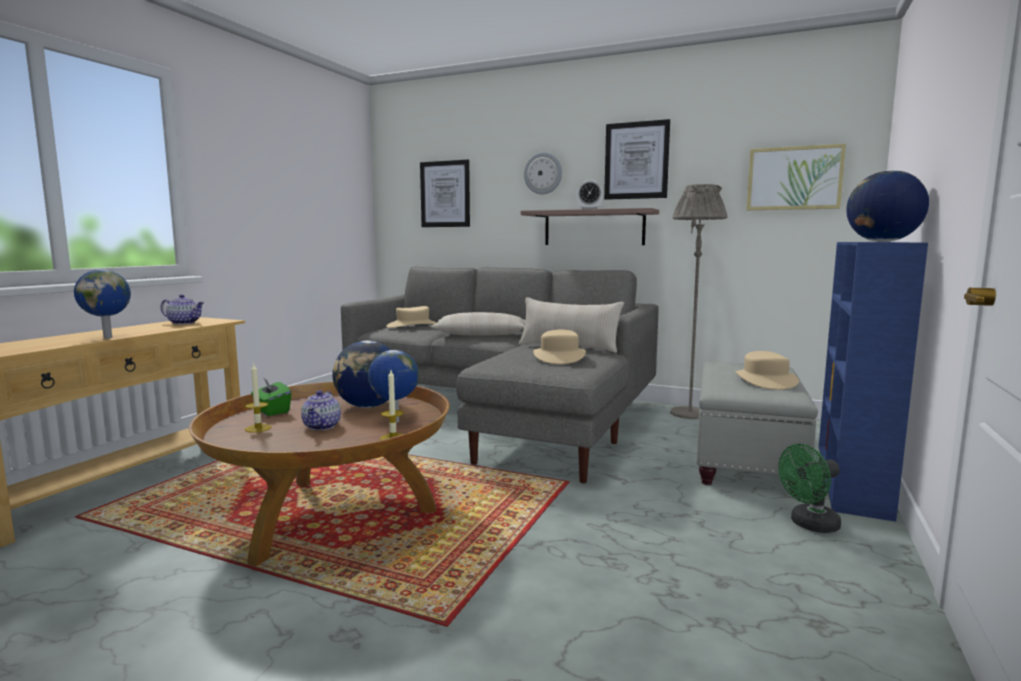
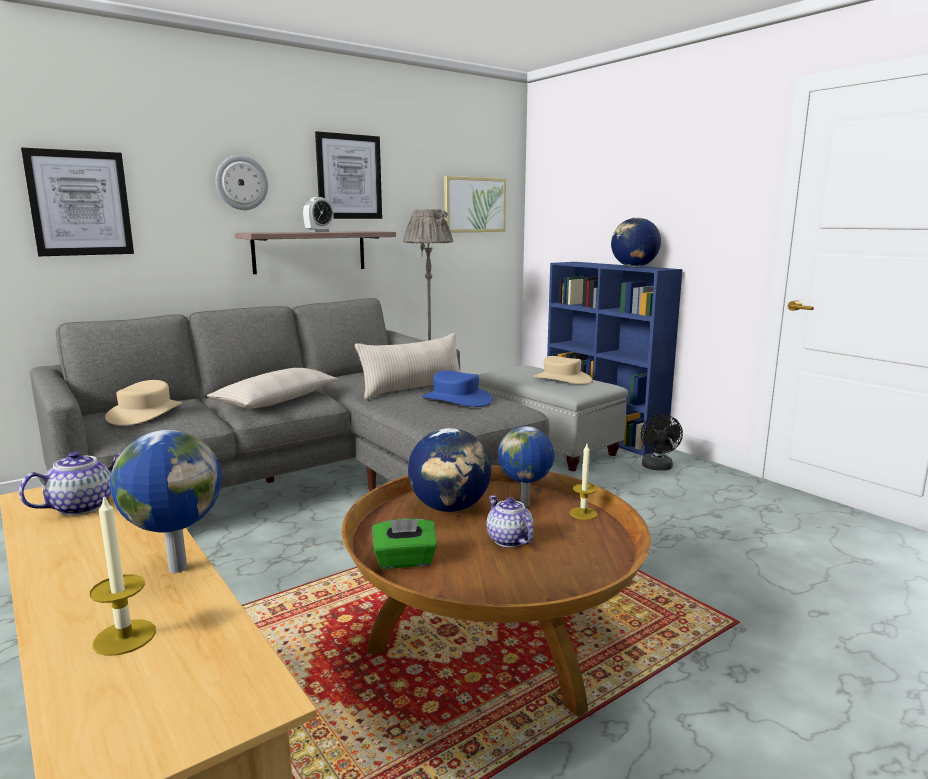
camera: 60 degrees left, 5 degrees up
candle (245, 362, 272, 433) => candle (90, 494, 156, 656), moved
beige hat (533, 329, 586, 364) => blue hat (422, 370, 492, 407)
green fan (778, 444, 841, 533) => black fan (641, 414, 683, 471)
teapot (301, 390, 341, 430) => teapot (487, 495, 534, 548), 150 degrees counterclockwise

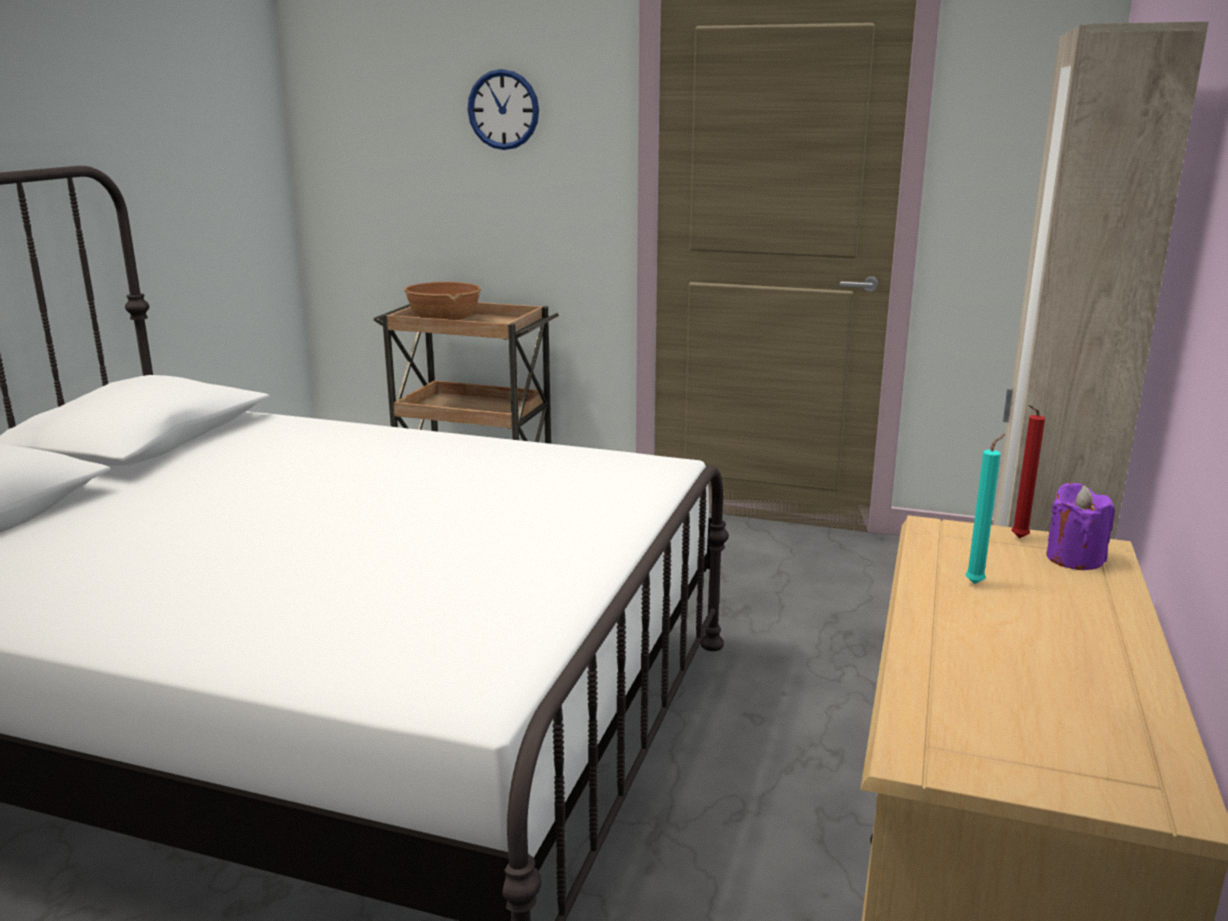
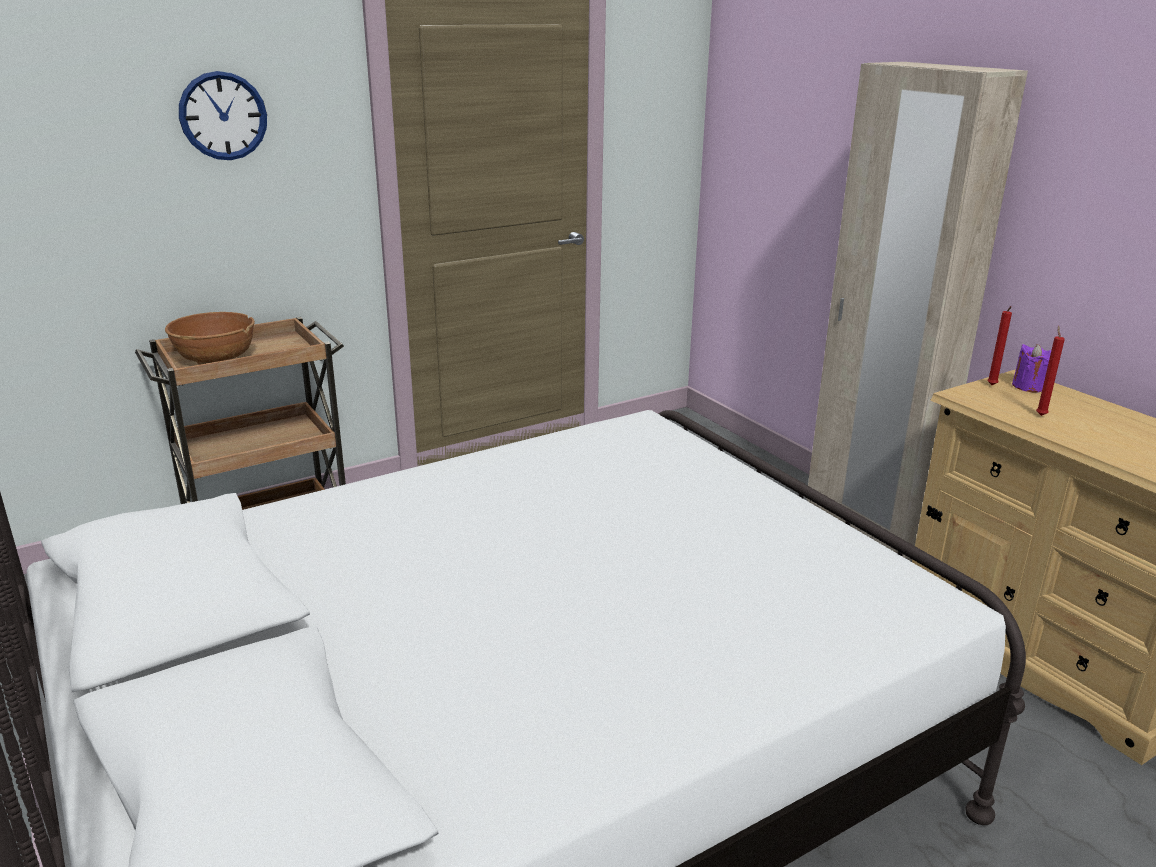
camera: 50 degrees left, 5 degrees up
turquoise candle (966, 434, 1005, 584) => red candle (1036, 326, 1065, 416)

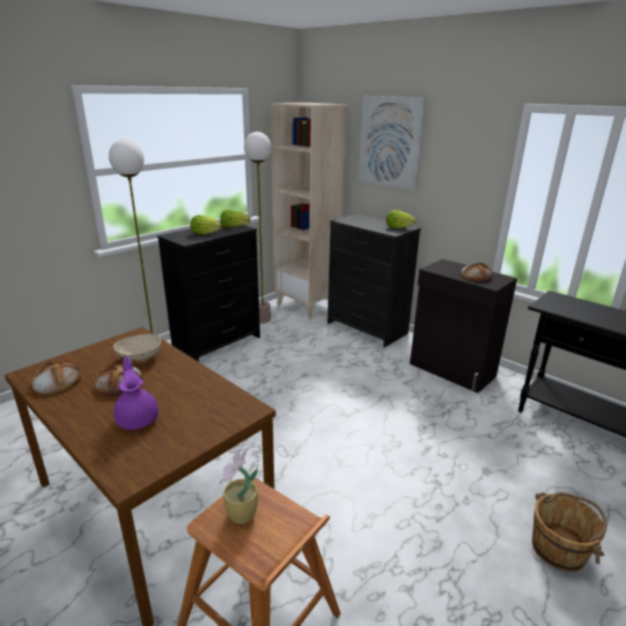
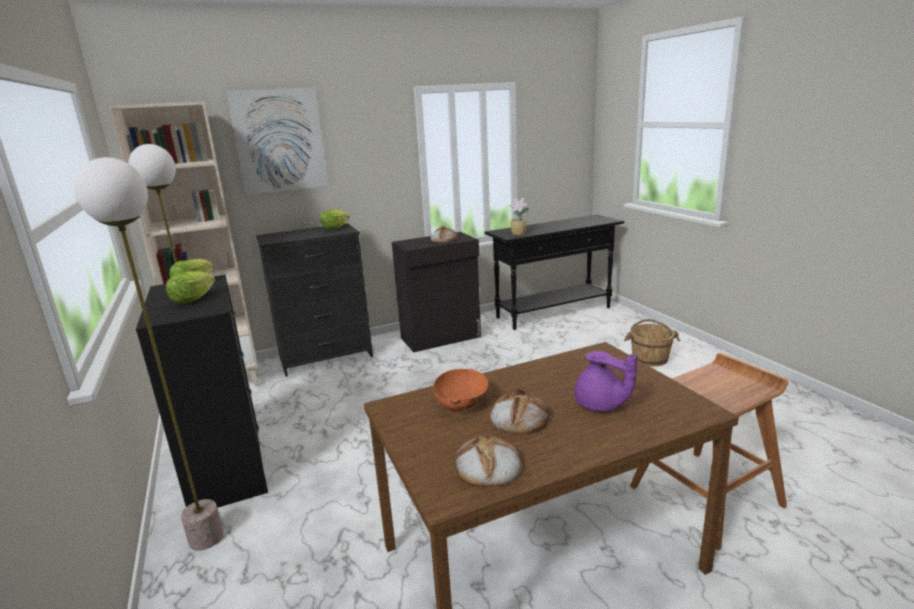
camera: 65 degrees left, 5 degrees down
potted plant (219, 447, 258, 524) => potted plant (509, 198, 529, 236), moved
beige bowl (113, 334, 161, 361) => orange bowl (433, 369, 488, 411)
purple teapot (114, 357, 159, 430) => purple teapot (575, 351, 637, 411), 135 degrees counterclockwise

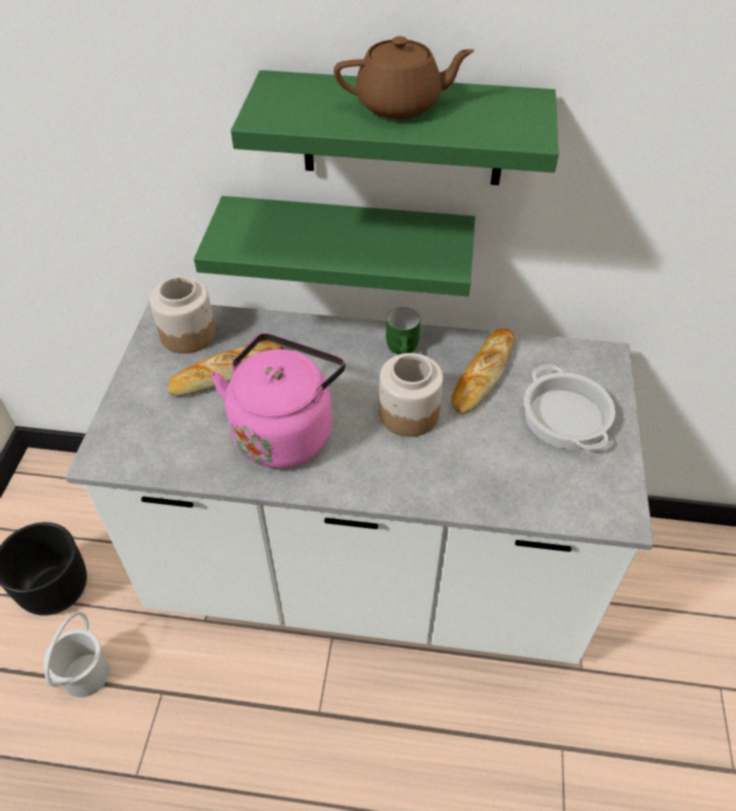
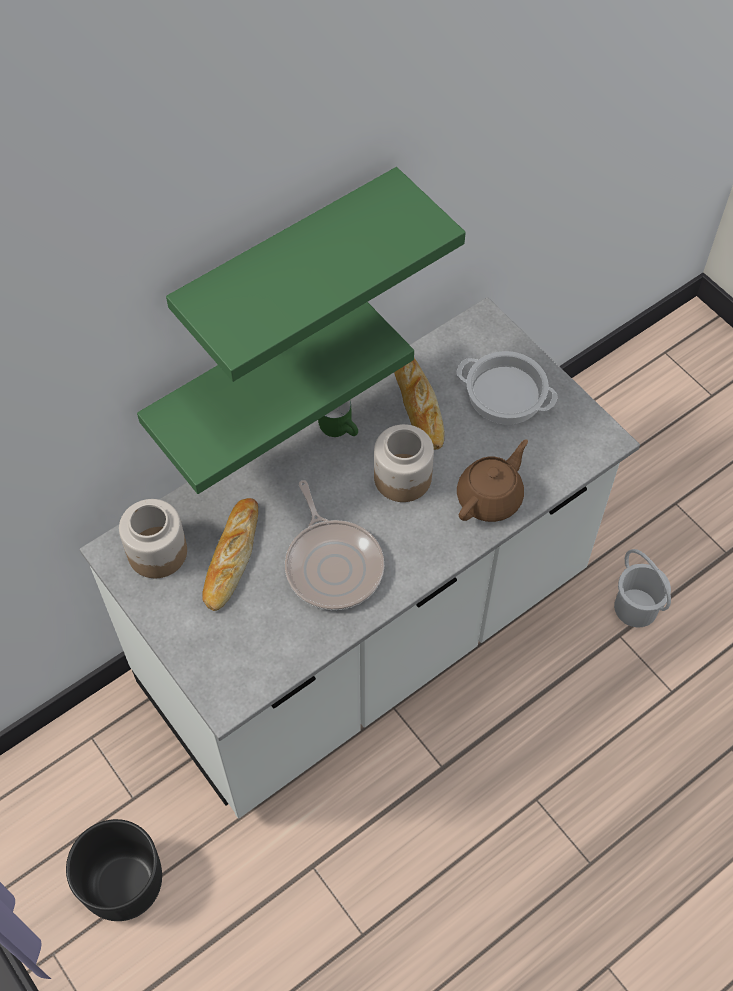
camera: 45 degrees left, 10 degrees up
white bucket (44, 612, 109, 698) => white bucket (614, 549, 671, 628), moved
brown teapot (334, 36, 475, 119) => brown teapot (457, 439, 528, 522), moved
pink kettle (211, 333, 345, 468) => frying pan (285, 480, 384, 610)

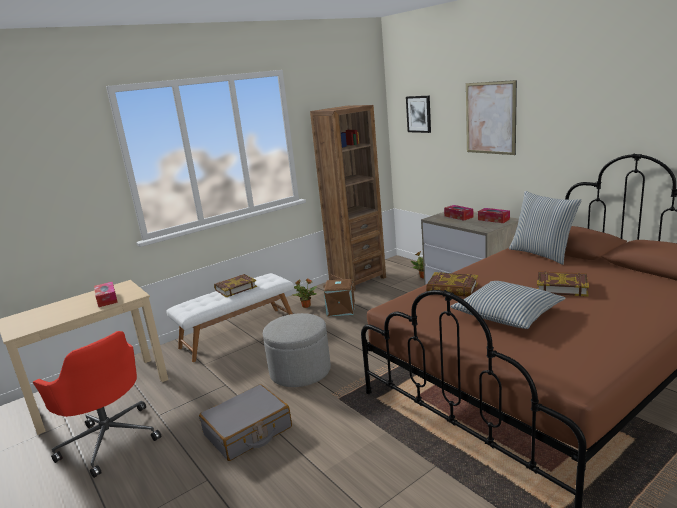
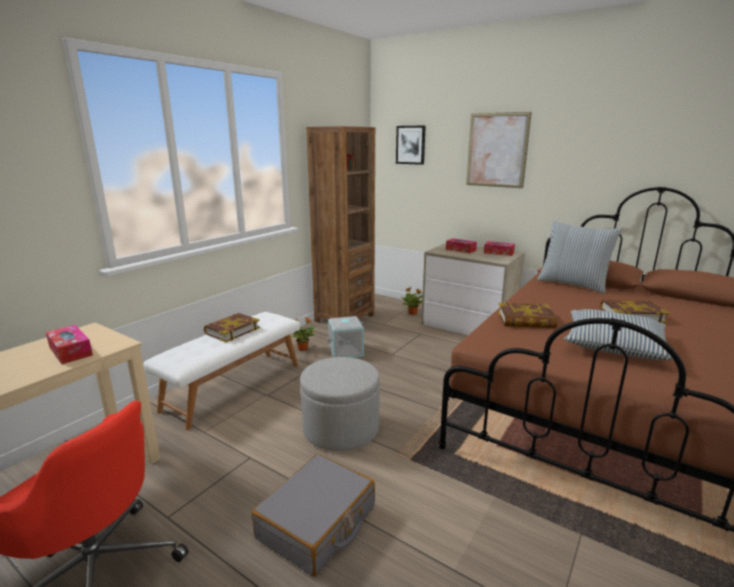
camera: 20 degrees left, 0 degrees up
brown storage box (323, 279, 355, 316) => grey storage box (328, 316, 364, 357)

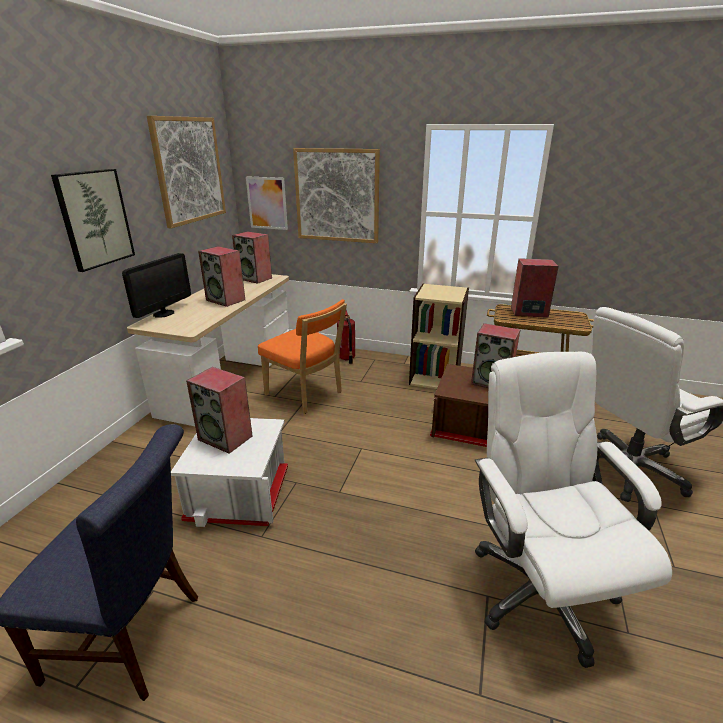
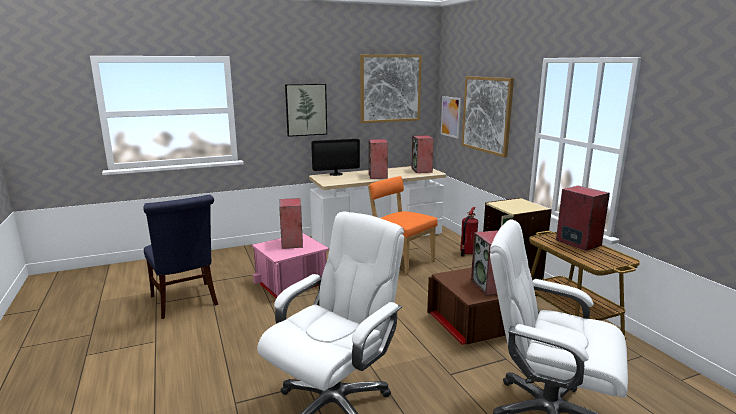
camera: 50 degrees right, 10 degrees down
white storage box (171, 418, 288, 527) => pink storage box (252, 233, 329, 298)
orange chair (258, 299, 347, 414) => orange chair (368, 176, 438, 274), 135 degrees clockwise

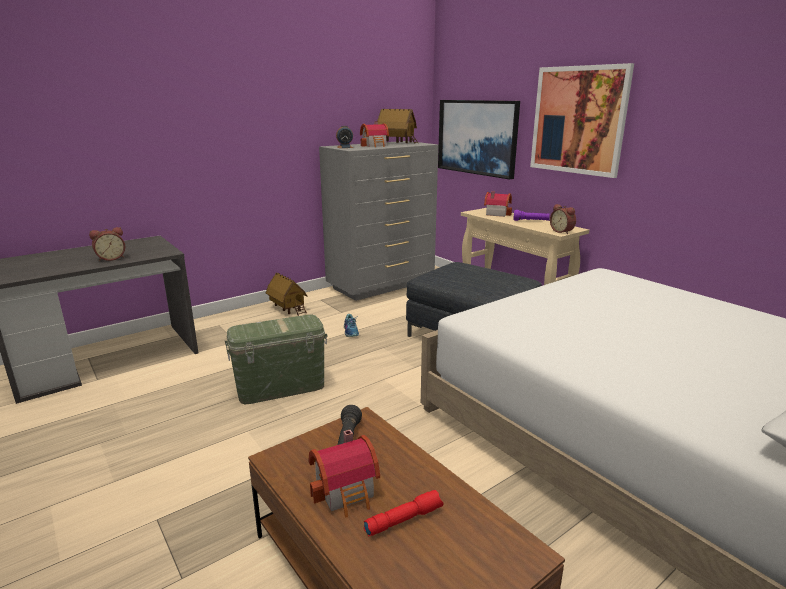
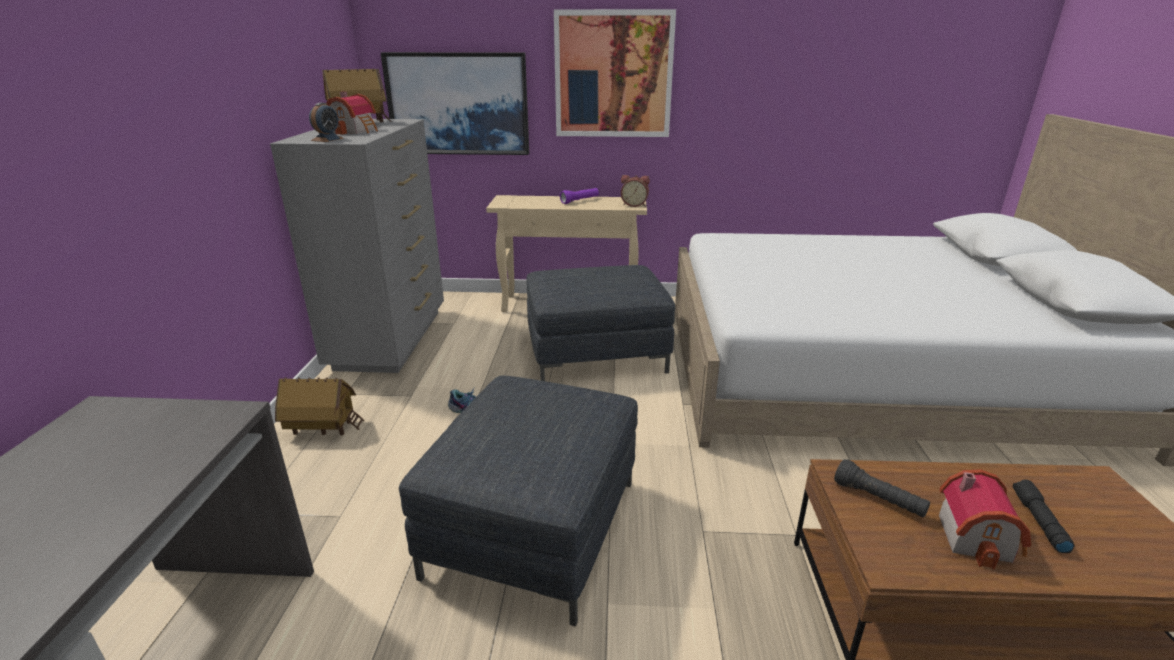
camera: 50 degrees left, 5 degrees up
alarm clock (89, 227, 125, 261) => nothing
toy house (484, 191, 512, 217) => nothing
green storage box (225, 315, 327, 404) => grey ottoman (399, 376, 638, 626)
red flashlight (364, 490, 443, 537) => black flashlight (1013, 480, 1075, 553)

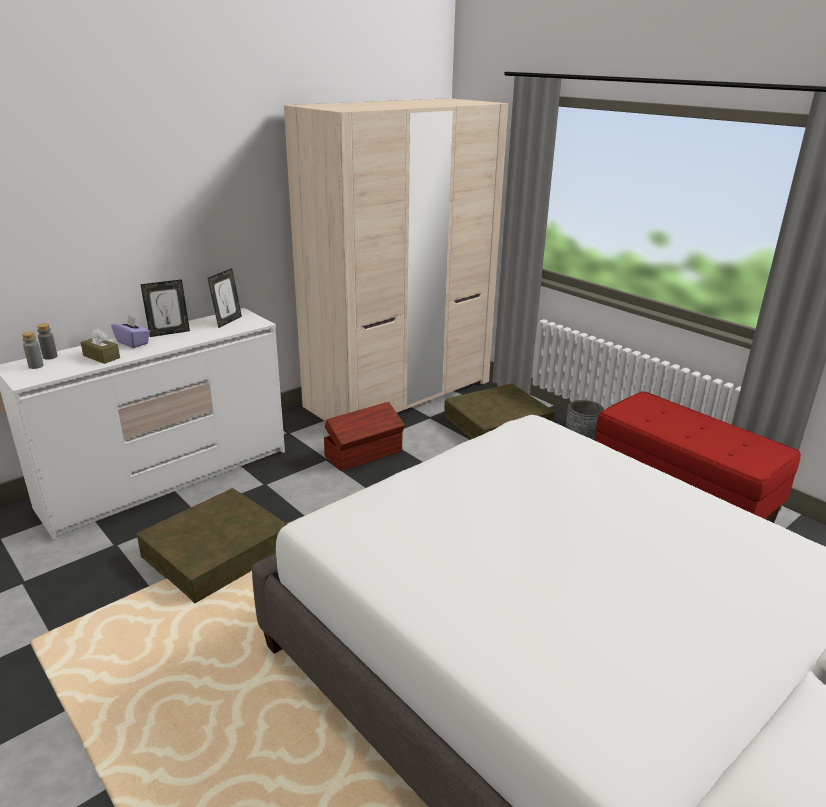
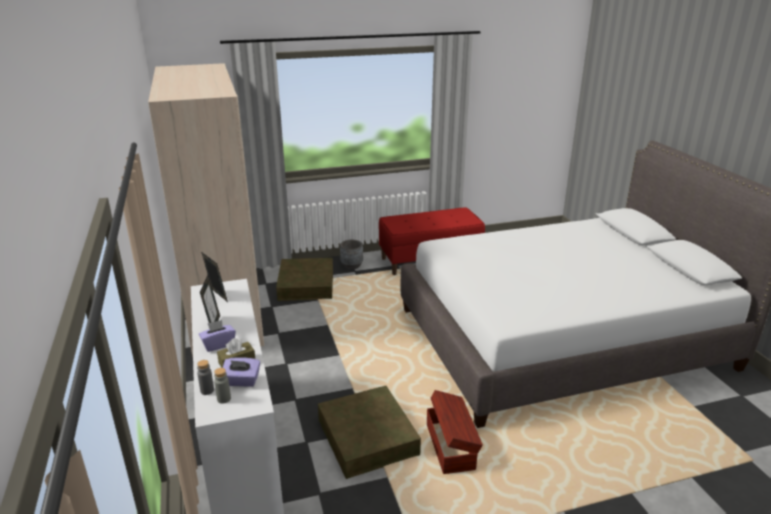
camera: 65 degrees left, 0 degrees up
nothing => purple tissue box (223, 357, 260, 387)
brown storage box (324, 402, 405, 471) => brown storage box (427, 390, 483, 474), moved

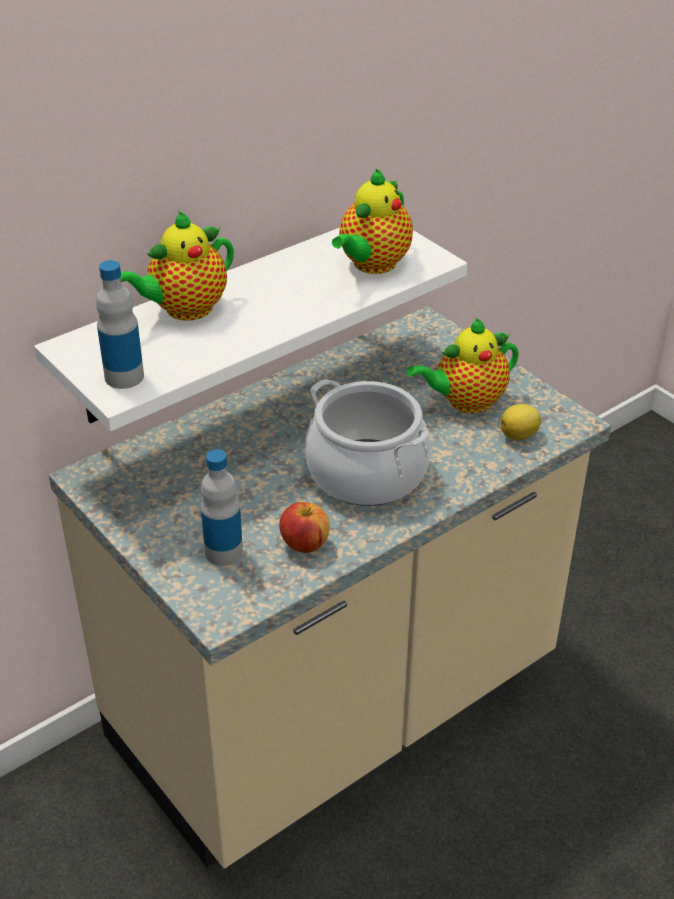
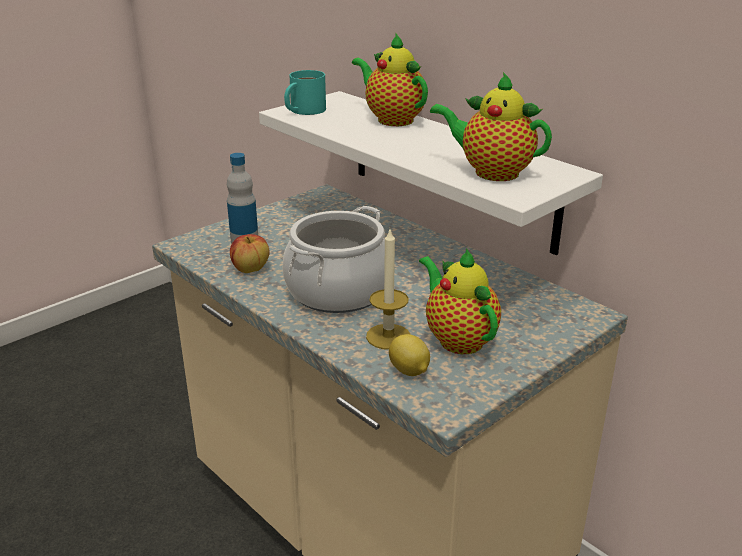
camera: 85 degrees right, 10 degrees down
nothing => candle (366, 230, 410, 350)
bottle (96, 260, 144, 389) => turquoise mug (284, 70, 326, 115)

